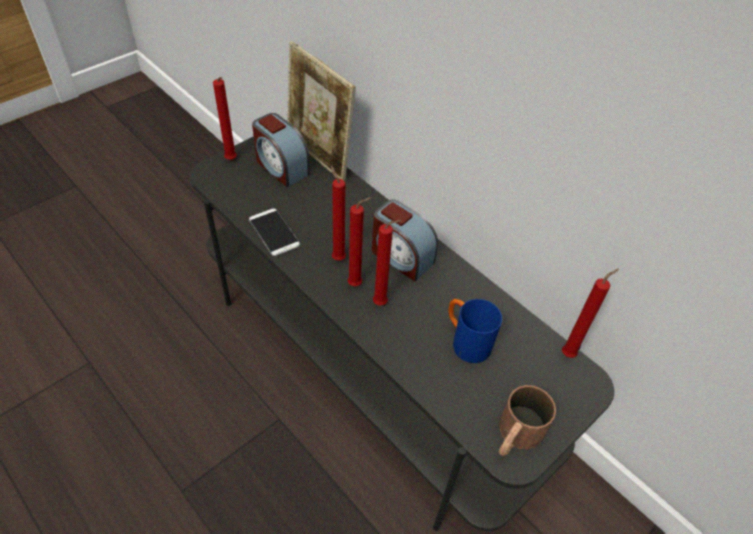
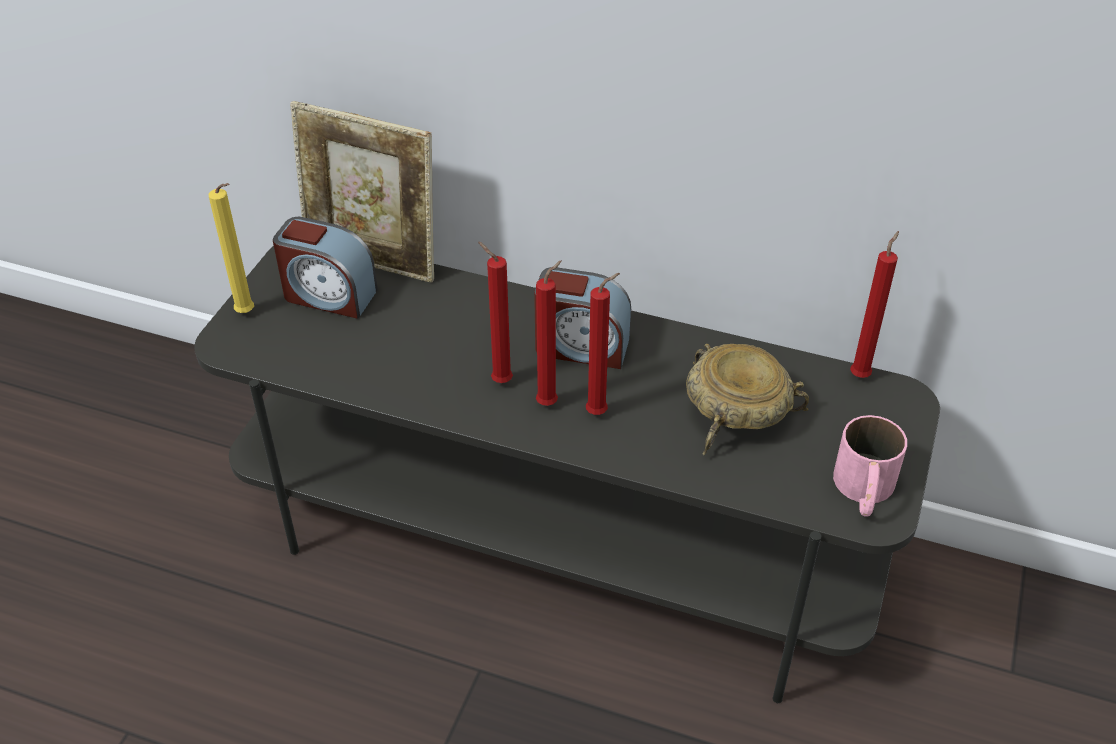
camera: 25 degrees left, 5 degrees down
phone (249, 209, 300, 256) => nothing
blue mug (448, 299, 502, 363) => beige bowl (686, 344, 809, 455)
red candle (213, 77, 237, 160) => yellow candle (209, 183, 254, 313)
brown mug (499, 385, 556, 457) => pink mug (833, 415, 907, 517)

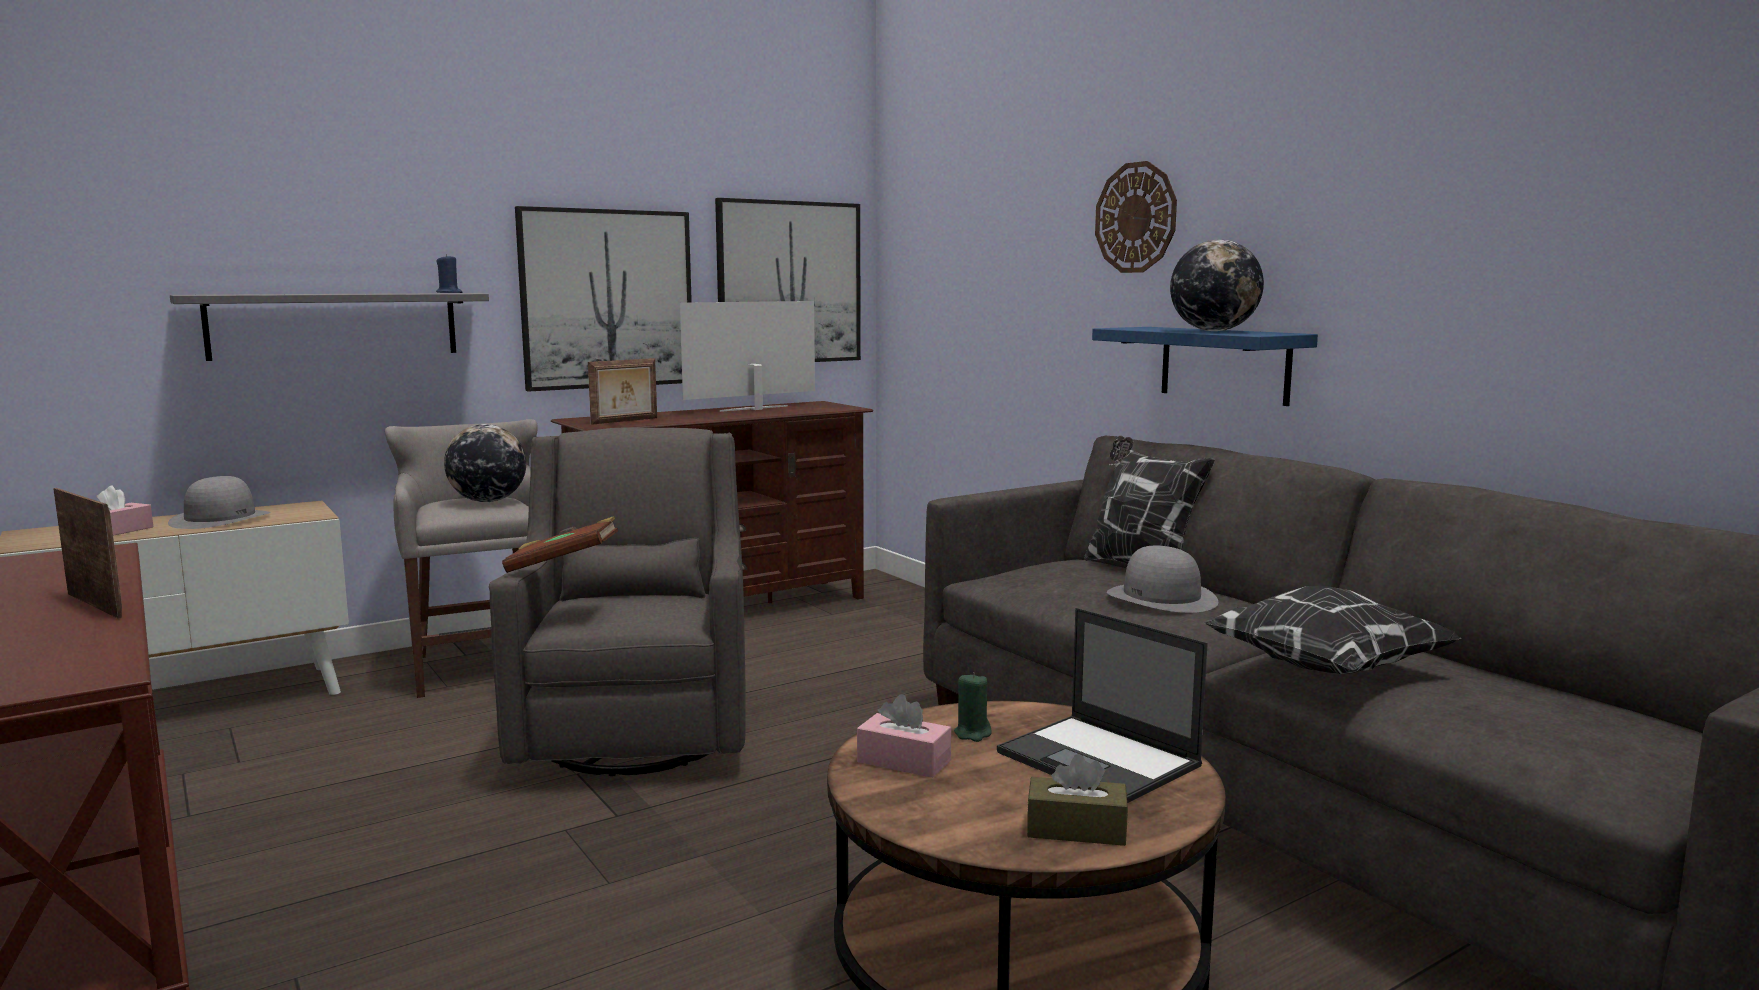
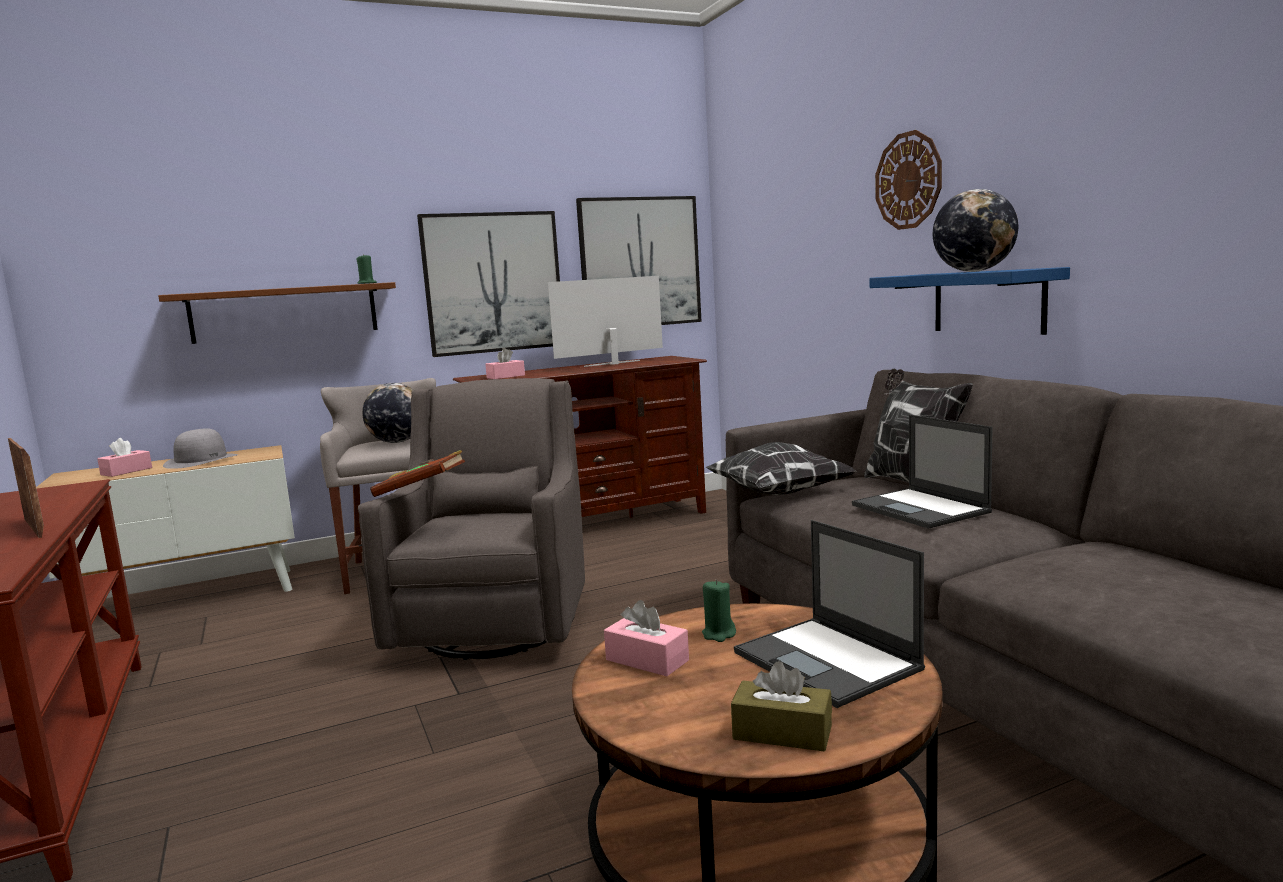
camera: 10 degrees right, 0 degrees up
pillow (1203, 586, 1461, 674) => pillow (705, 442, 855, 495), moved
picture frame (588, 358, 657, 425) => pink tissue box (485, 348, 525, 379)
grey hat (1107, 546, 1218, 613) => laptop (852, 415, 993, 529)
grey shelf (170, 293, 489, 361) => brown shelf (158, 282, 396, 344)
blue candle (436, 254, 462, 293) => green candle (356, 254, 377, 284)

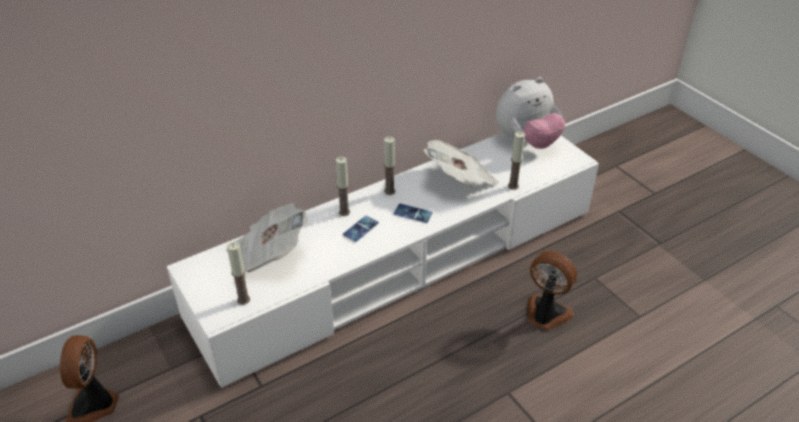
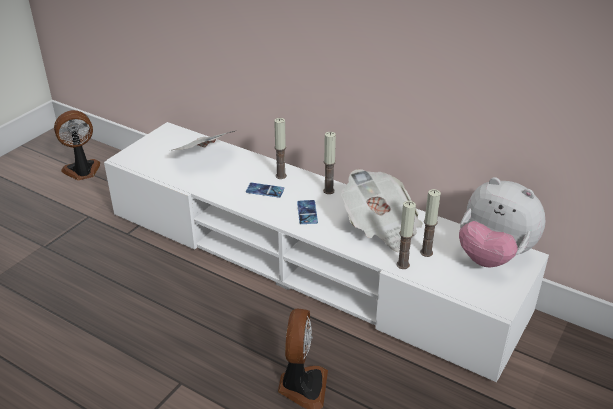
camera: 65 degrees right, 5 degrees down
candle (227, 242, 250, 305) => candle (420, 189, 441, 257), moved

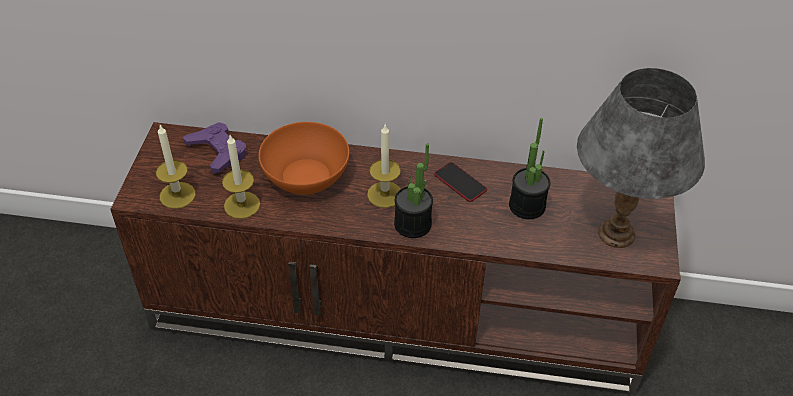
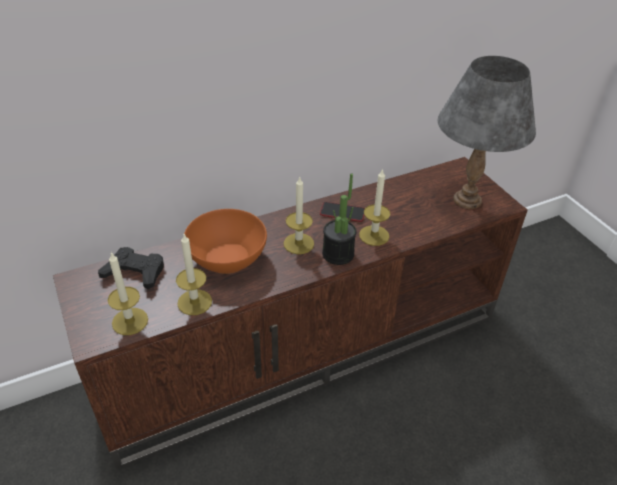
camera: 35 degrees left, 5 degrees down
potted plant (509, 118, 550, 219) => nothing
nothing => candle (359, 168, 390, 246)
purple game controller (183, 122, 247, 173) => black game controller (98, 247, 164, 289)

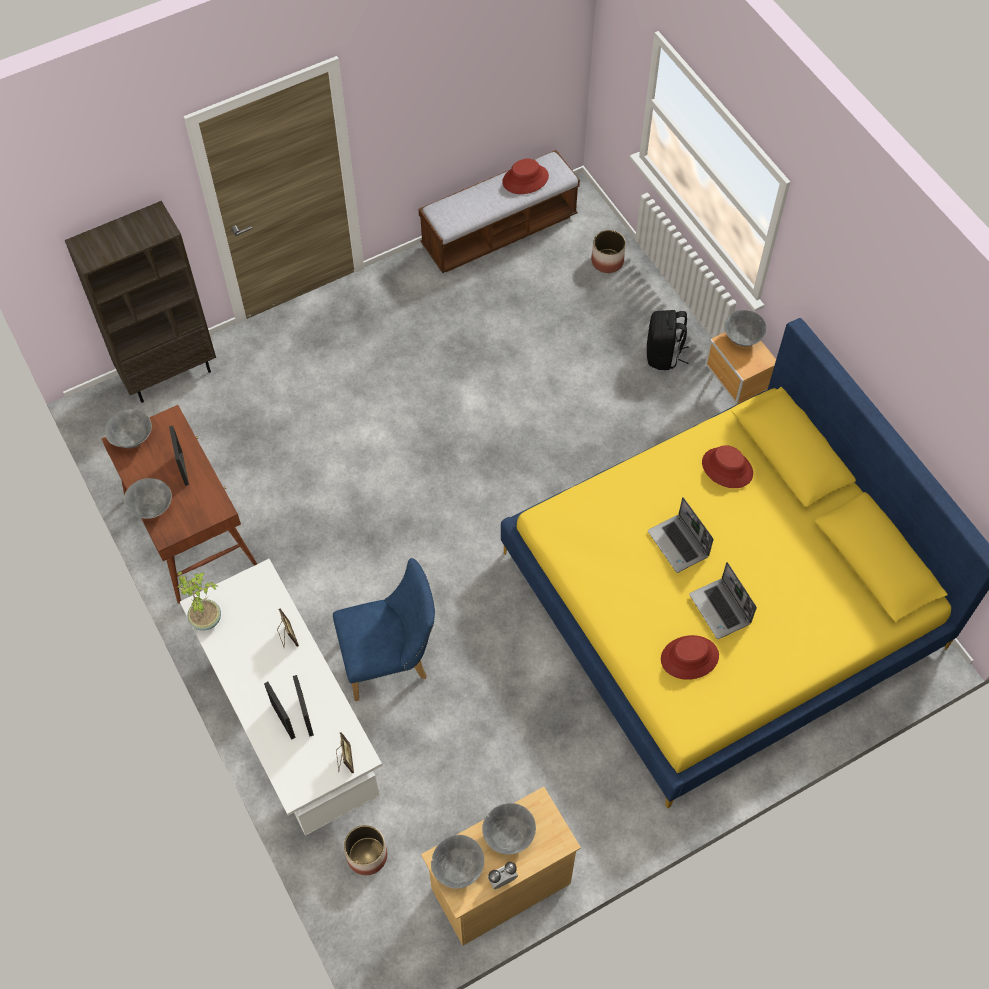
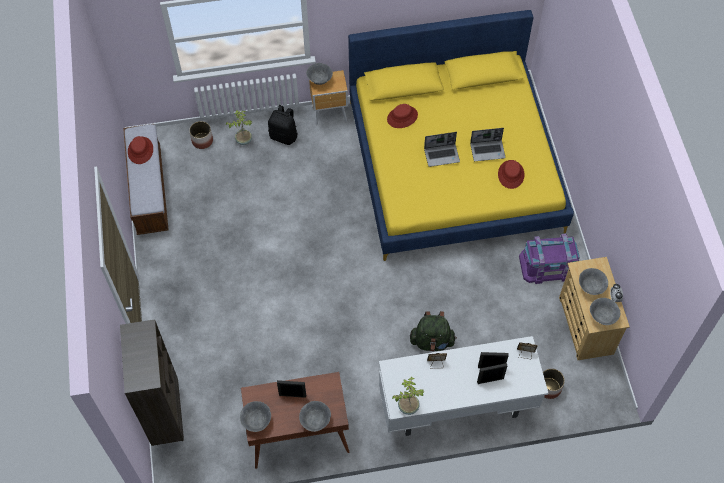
camera: 70 degrees left, 0 degrees up
nothing => potted plant (226, 110, 252, 145)
nothing => purple storage box (519, 234, 580, 284)
blue chair (333, 558, 435, 702) => green backpack (410, 311, 457, 351)

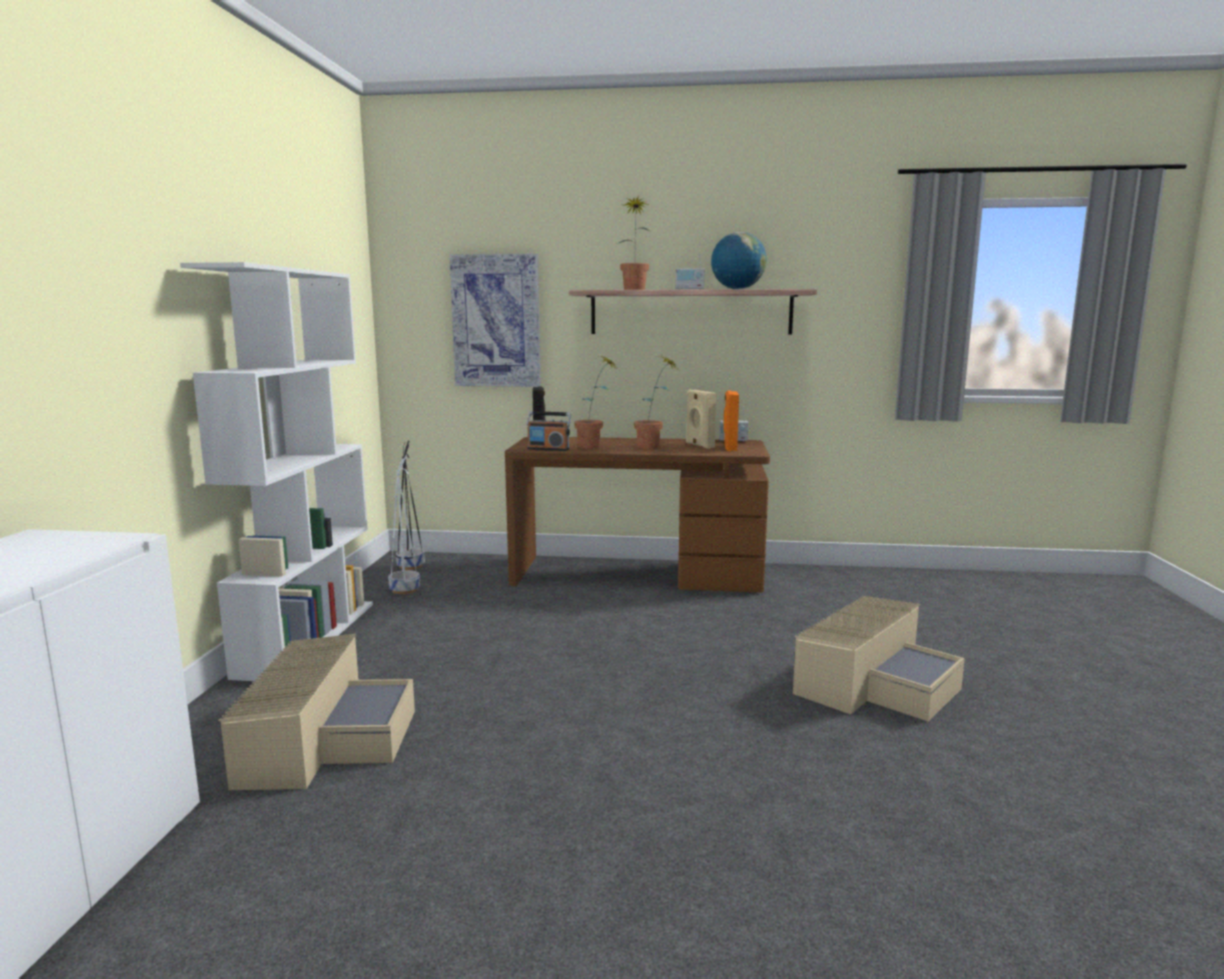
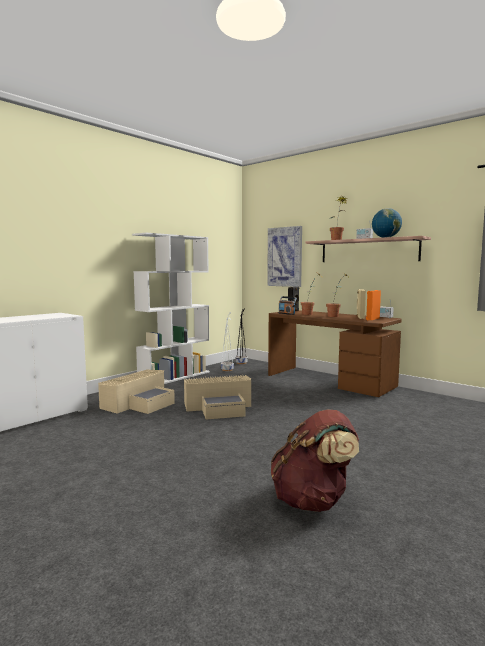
camera: 35 degrees right, 5 degrees down
nothing => brown backpack (271, 409, 359, 512)
beige storage box (793, 596, 965, 722) => beige storage box (184, 375, 251, 419), moved

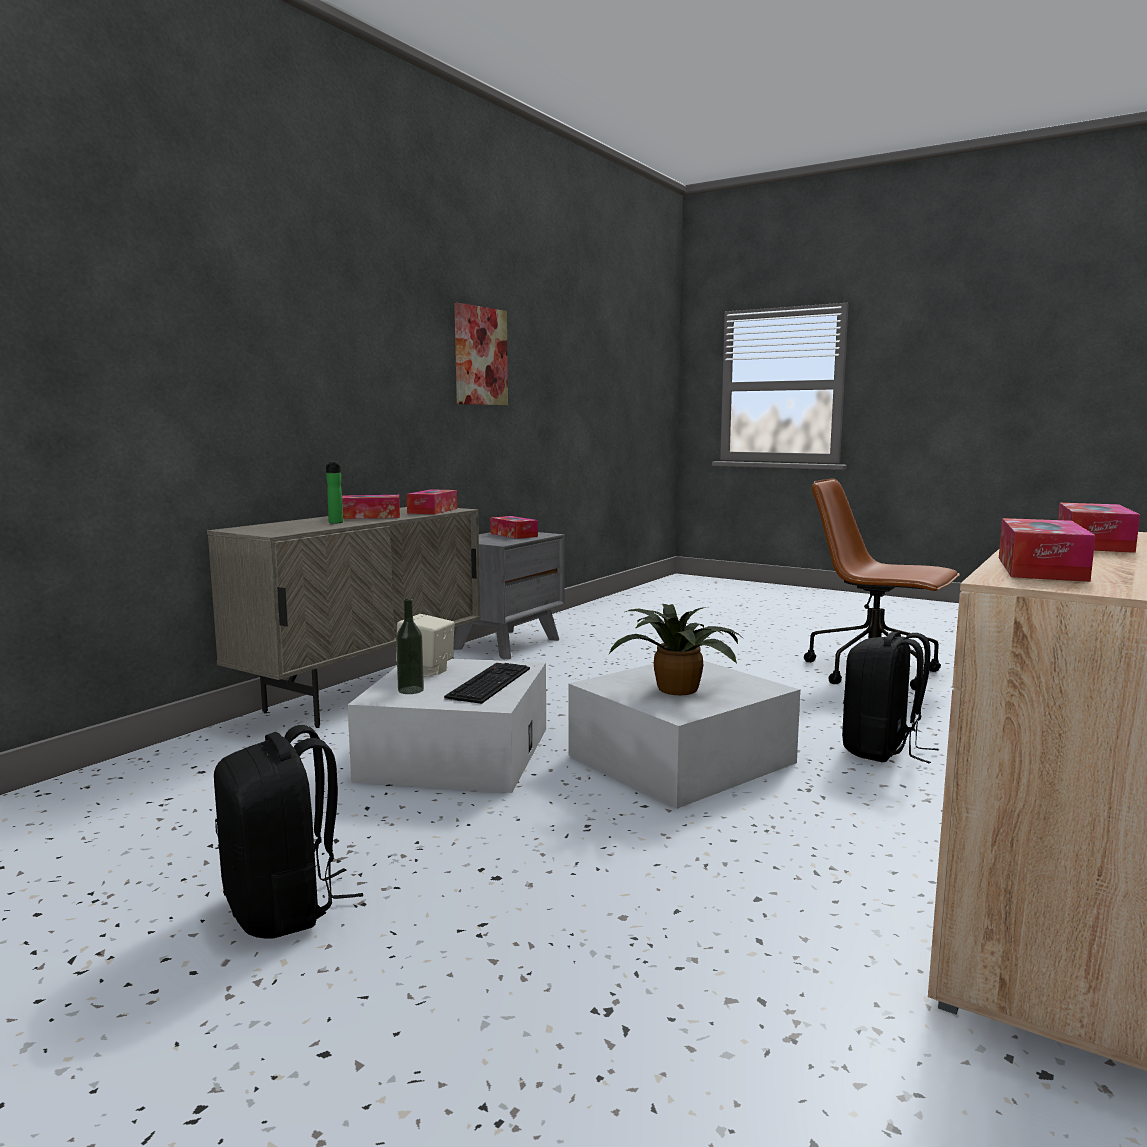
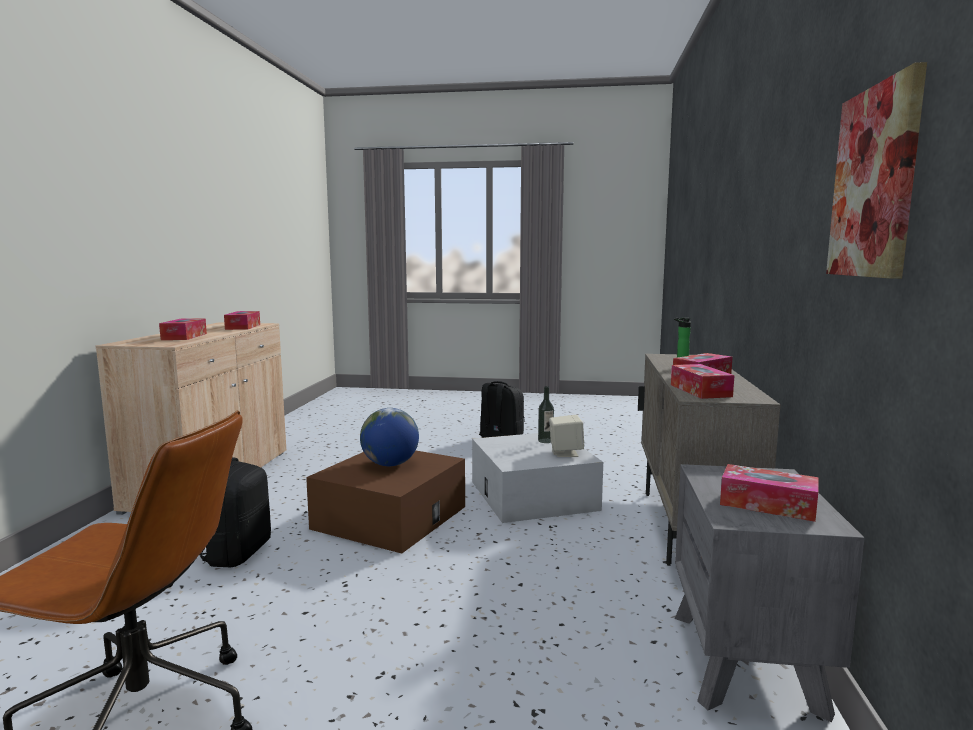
camera: 155 degrees right, 0 degrees up
keyboard (444, 663, 530, 704) => nothing
potted plant (609, 604, 745, 695) => globe (360, 408, 419, 466)
white storage box (568, 661, 800, 809) => brown storage box (306, 450, 465, 554)

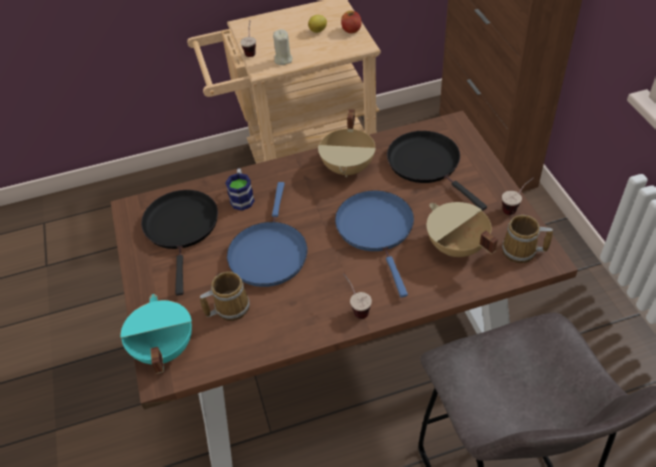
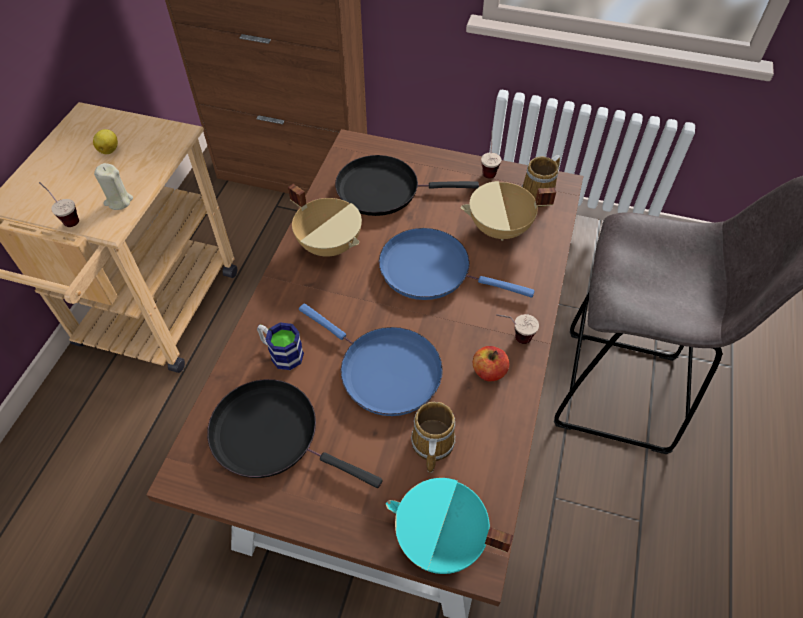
camera: 60 degrees left, 5 degrees up
apple (341, 11, 362, 33) => apple (473, 346, 509, 382), moved

